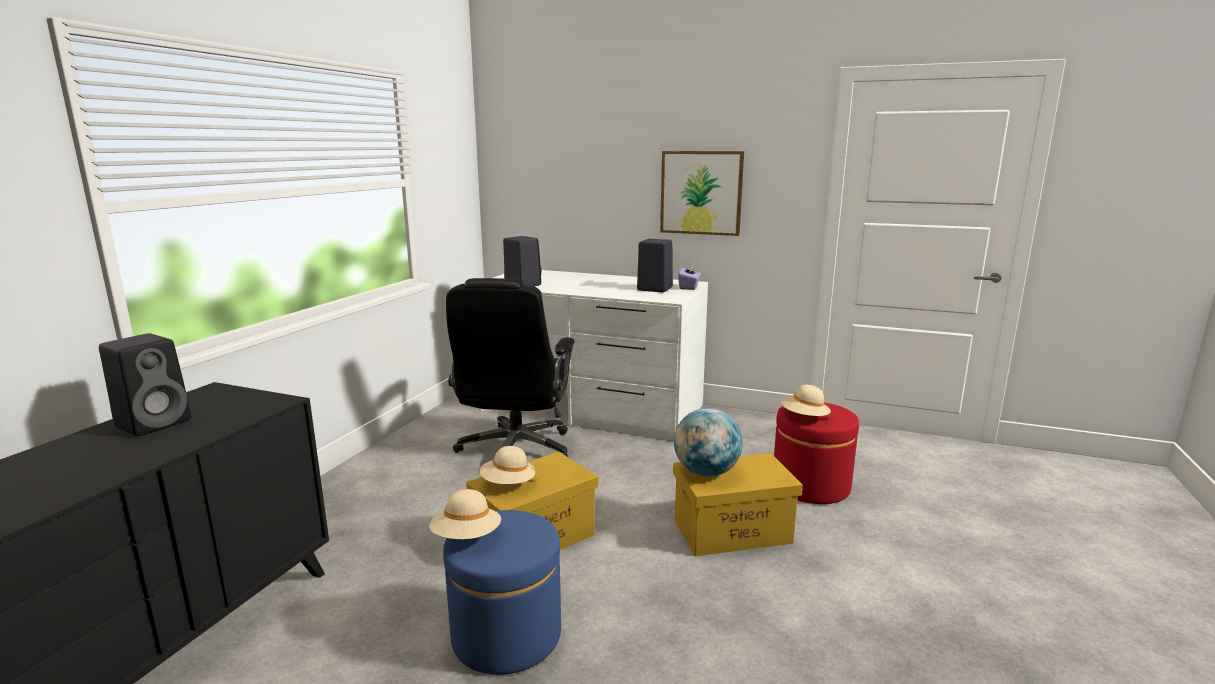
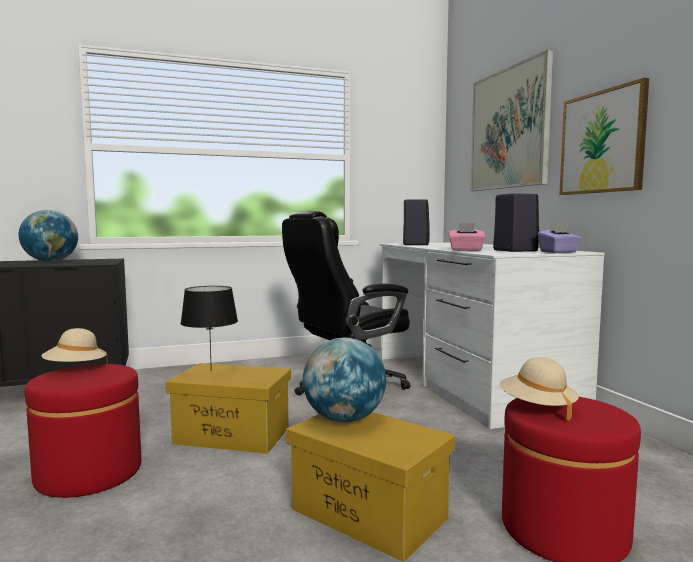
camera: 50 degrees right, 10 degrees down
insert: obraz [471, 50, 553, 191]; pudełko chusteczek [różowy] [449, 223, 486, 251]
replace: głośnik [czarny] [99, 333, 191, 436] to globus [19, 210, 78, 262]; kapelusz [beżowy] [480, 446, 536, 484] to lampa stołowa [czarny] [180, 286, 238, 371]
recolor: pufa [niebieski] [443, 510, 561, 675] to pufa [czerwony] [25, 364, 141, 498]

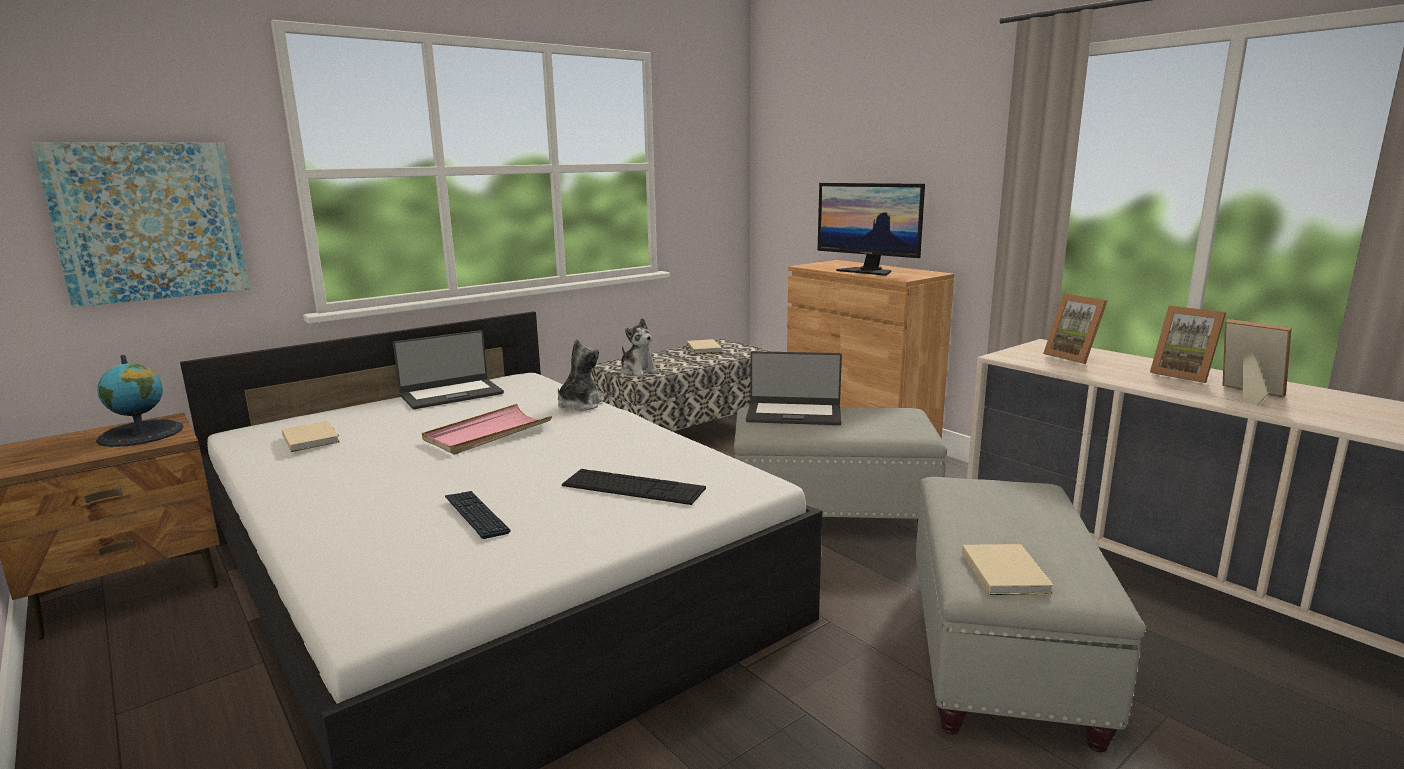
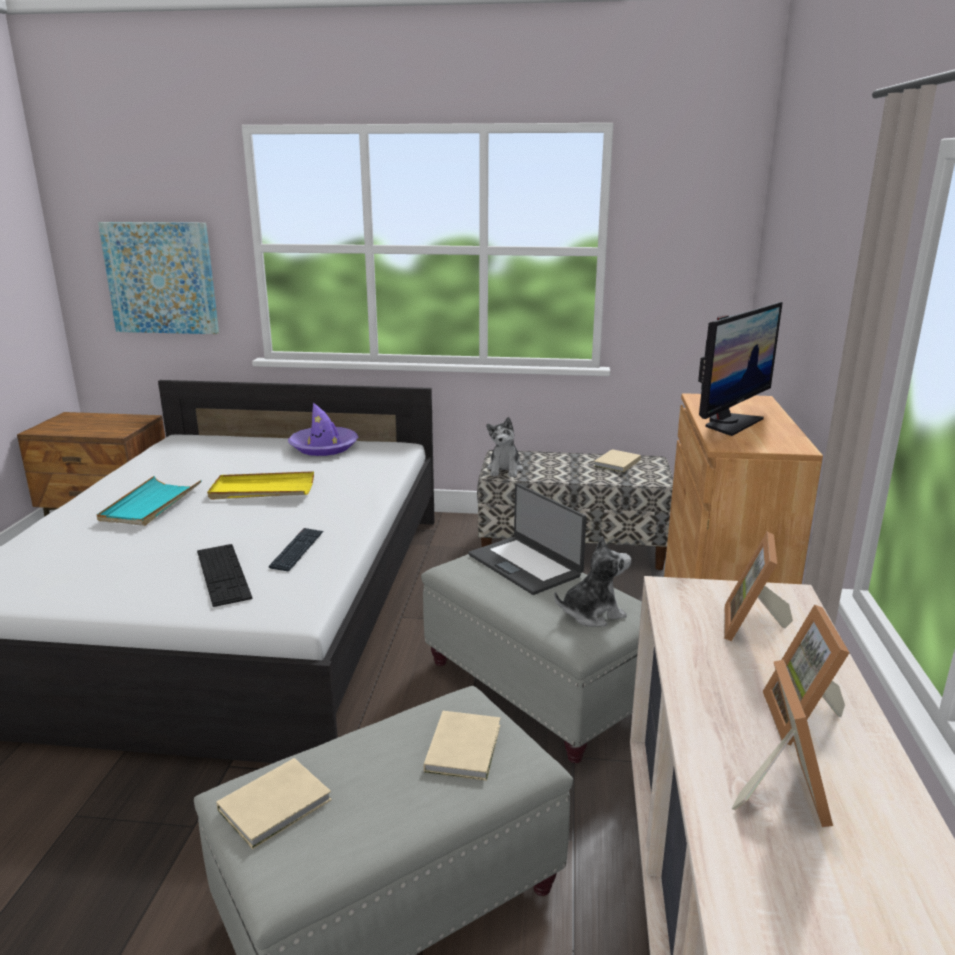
camera: 45 degrees right, 5 degrees up
delete: globus [96, 355, 184, 447]
insert: taca [turkusowy] [96, 476, 202, 526]
move: pluszak [558, 339, 605, 411] to [554, 536, 631, 627]; książka [beżowy] [282, 420, 340, 452] to [424, 711, 500, 781]; klawiatura [445, 491, 511, 539] to [269, 528, 323, 571]
replace: laptop [393, 330, 504, 409] to kapelusz [fioletowy] [288, 402, 358, 456]
recolor: taca [różowy] [422, 404, 552, 455] to taca [żółty] [207, 471, 314, 500]
rotate: monitor [817, 183, 925, 276] = [698, 302, 783, 436] 135 degrees counterclockwise

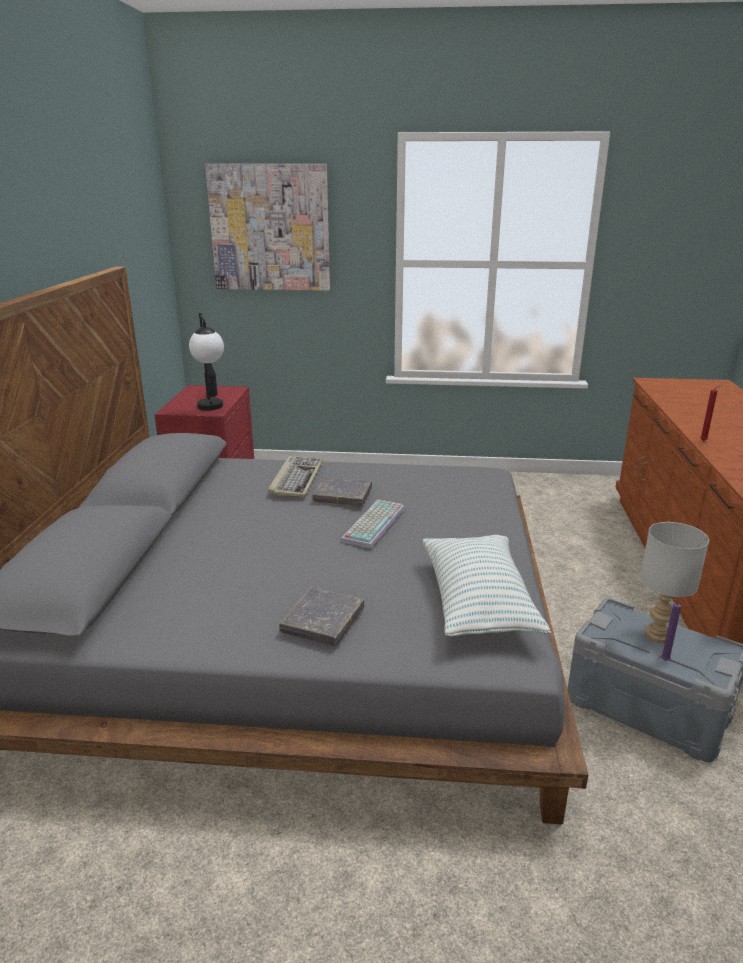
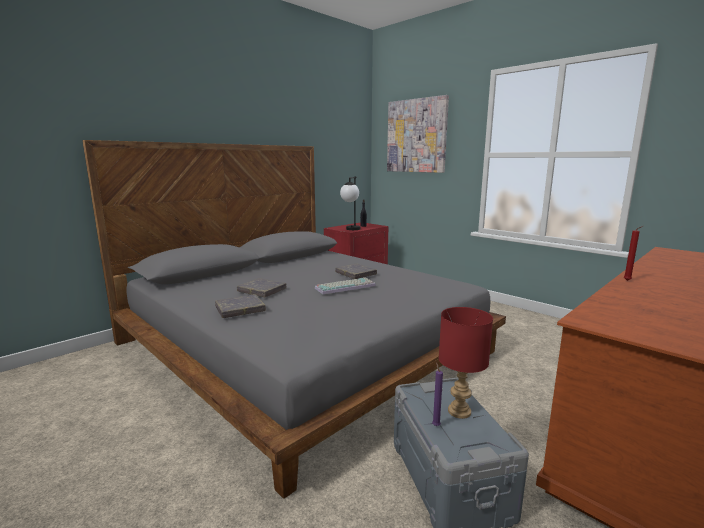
camera: 40 degrees right, 10 degrees down
delete: klawiatura [268, 456, 323, 497]; poduszka [422, 535, 551, 636]
insert: książka [szary] [237, 278, 287, 297]
recolor: lampa stołowa [szary] [640, 522, 709, 643] to lampa stołowa [czerwony] [439, 307, 493, 419]

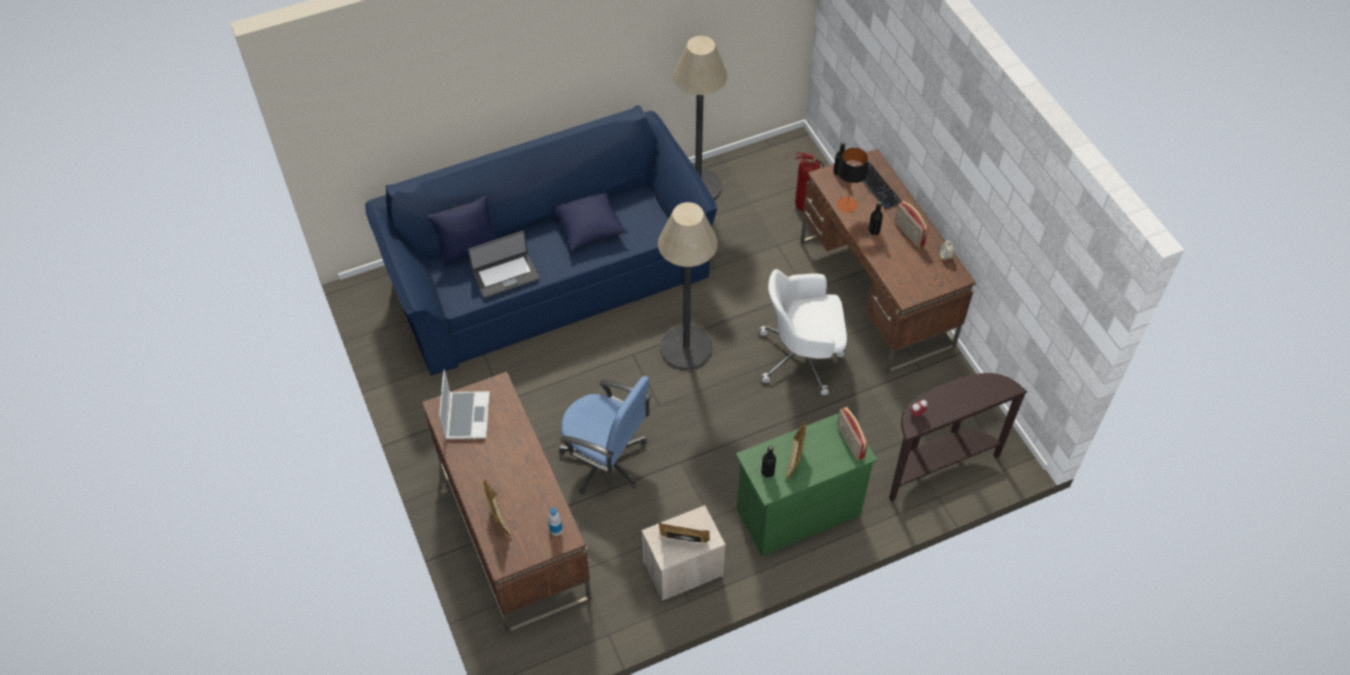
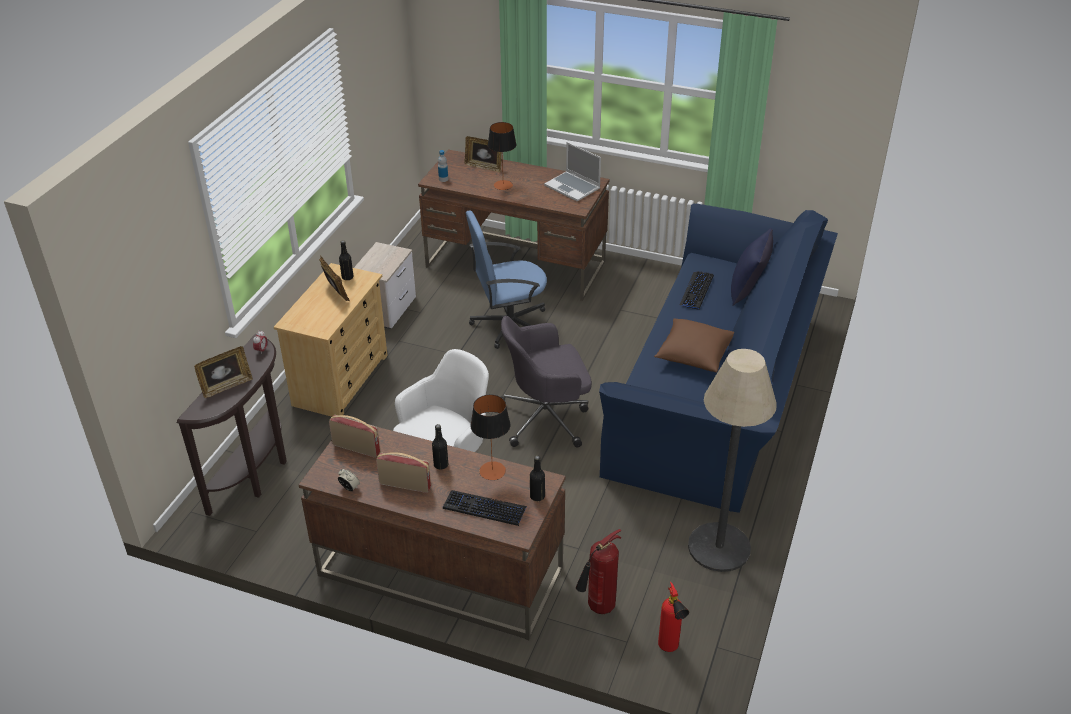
camera: 135 degrees right, 15 degrees down
insert: lampa stołowa [488, 122, 517, 190]; gaśnica [658, 582, 689, 652]
move: radio [837, 407, 868, 460] to [329, 415, 381, 458]; ramka na zdjęcie [659, 523, 710, 543] to [194, 346, 253, 398]
replace: lampa stojąca [658, 202, 718, 370] to krzesło biurowe [szary] [501, 316, 592, 447]; laptop [468, 230, 540, 298] to klawiatura [680, 271, 714, 309]
recolor: poduszka [niebieski] [551, 191, 628, 250] to poduszka [brązowy] [654, 319, 734, 373]; komoda [zielony] [736, 413, 878, 556] to komoda [beżowy] [274, 263, 388, 417]

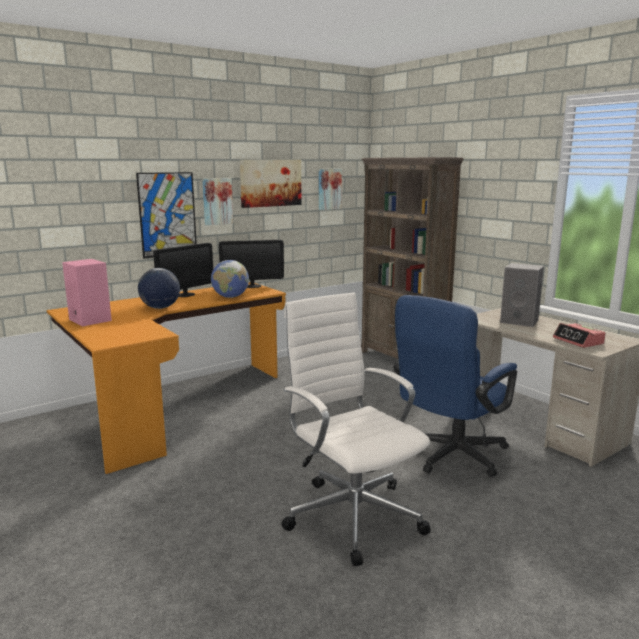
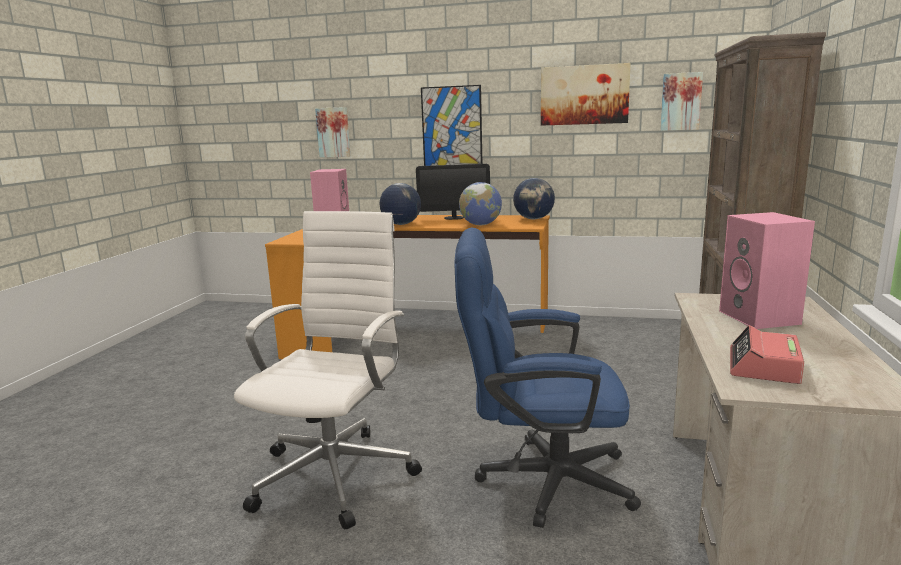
camera: 50 degrees right, 0 degrees up
move: obraz [202, 178, 233, 225] to [315, 107, 350, 157]
replace: monitor [219, 240, 284, 288] to globus [513, 178, 555, 219]
recolor: głośnik [szary] [500, 263, 544, 327] to głośnik [różowy] [719, 212, 815, 329]

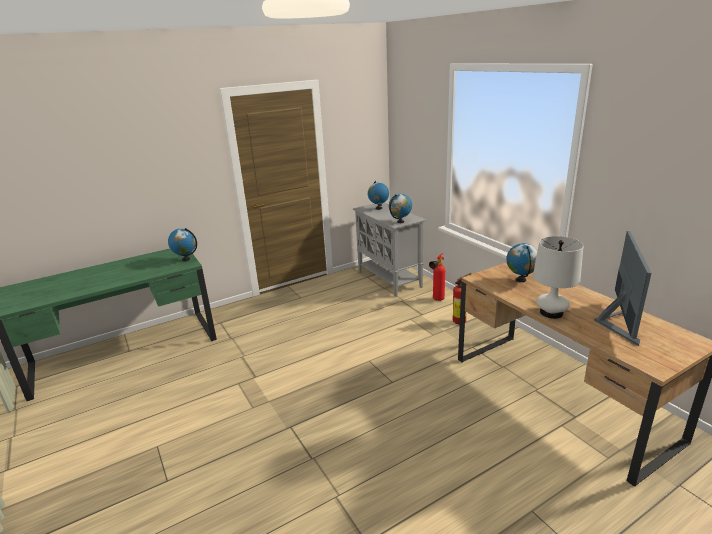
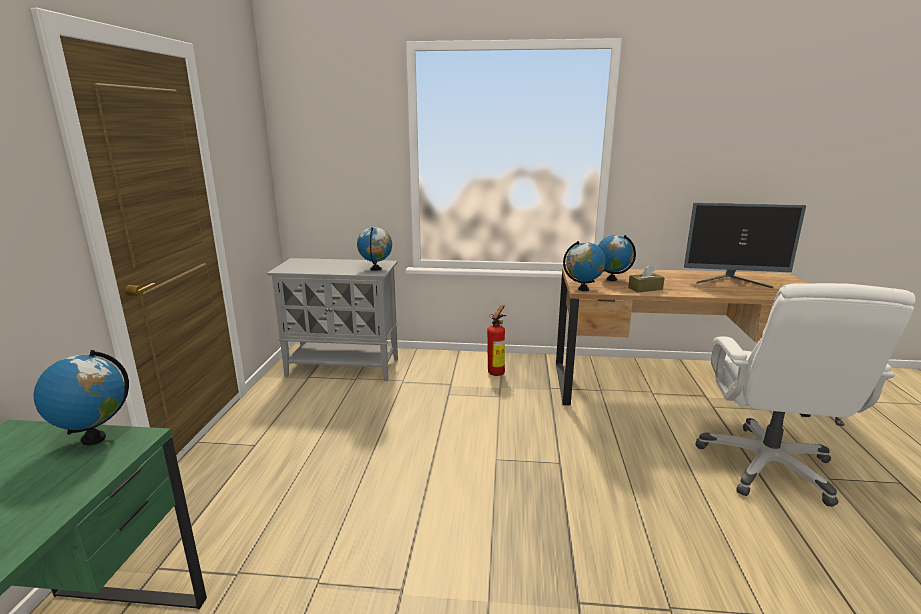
camera: 55 degrees left, 5 degrees down
delete: lampa stołowa [biały] [533, 236, 583, 319]; gaśnica [429, 253, 445, 301]
insert: pudełko chusteczek [brązowy] [628, 264, 665, 293]; krzesło biurowe [biały] [695, 283, 916, 507]
move: globus [368, 181, 389, 210] to [563, 241, 606, 291]
rotate: monitor [594, 231, 651, 346] = [684, 202, 806, 289] 135 degrees clockwise

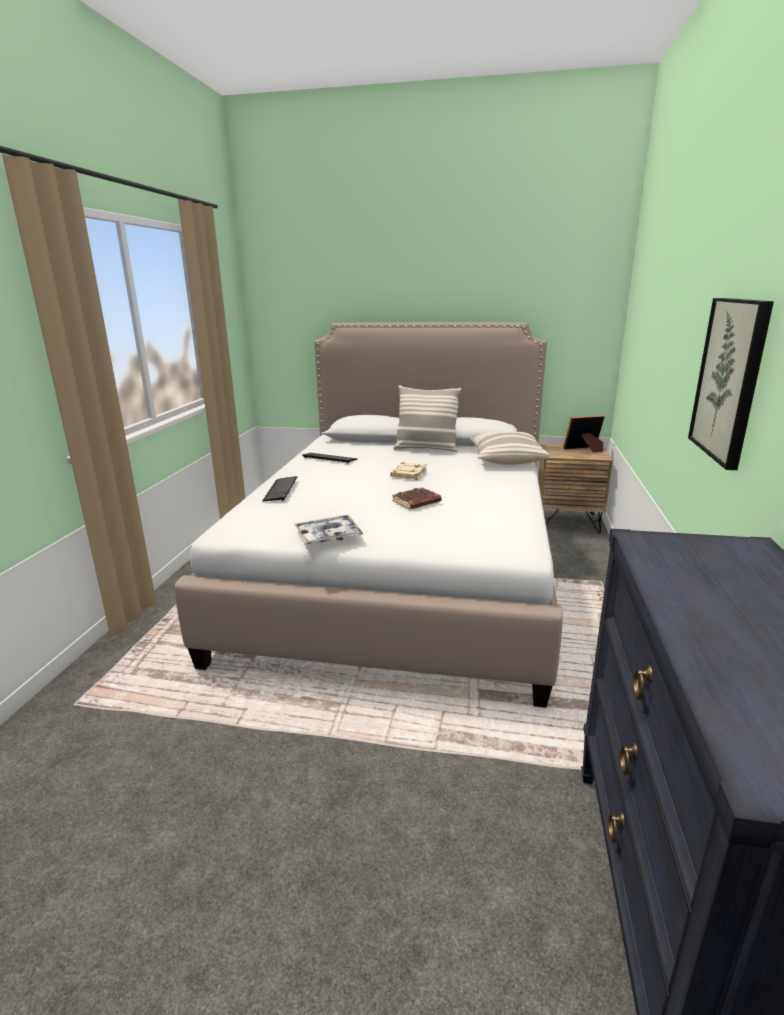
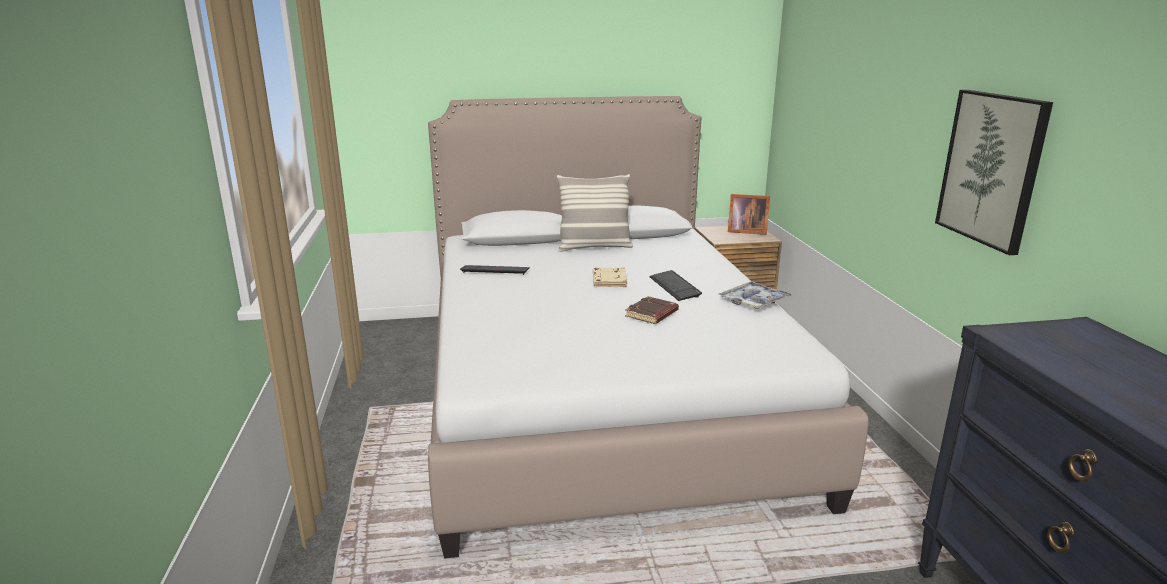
camera: 20 degrees left, 0 degrees up
delete: poduszka [470, 432, 550, 465]
move: klawiatura [262, 476, 297, 502] to [649, 270, 702, 301]; taca [295, 515, 364, 544] to [718, 281, 792, 309]
rotate: ramka na zdjęcie [563, 415, 605, 452] = [728, 194, 770, 235] 135 degrees counterclockwise

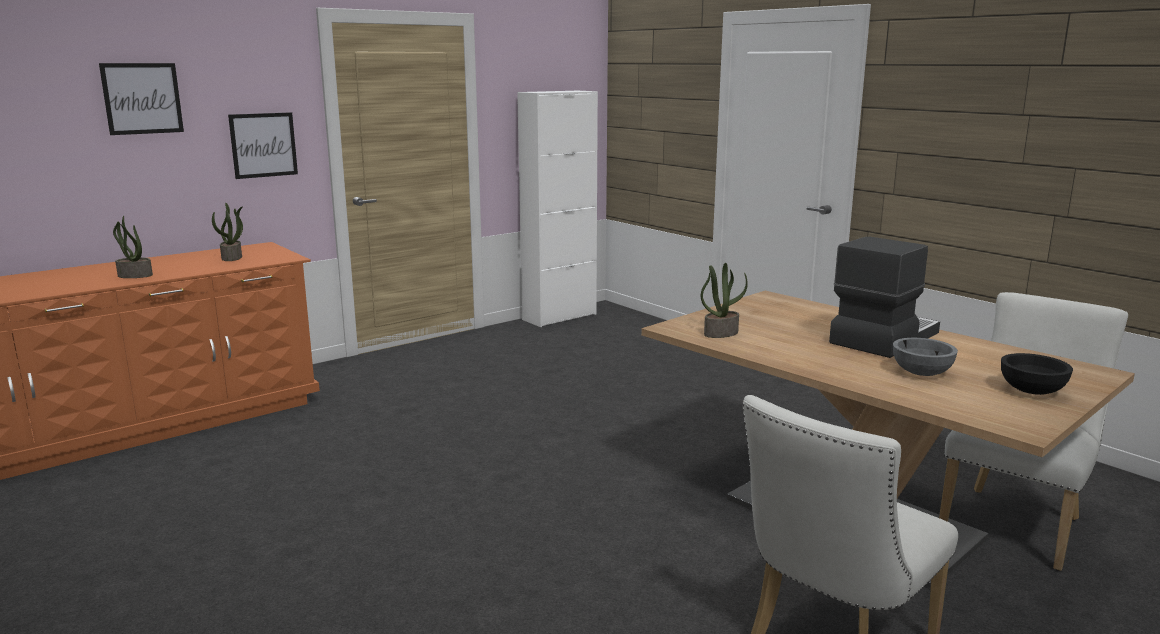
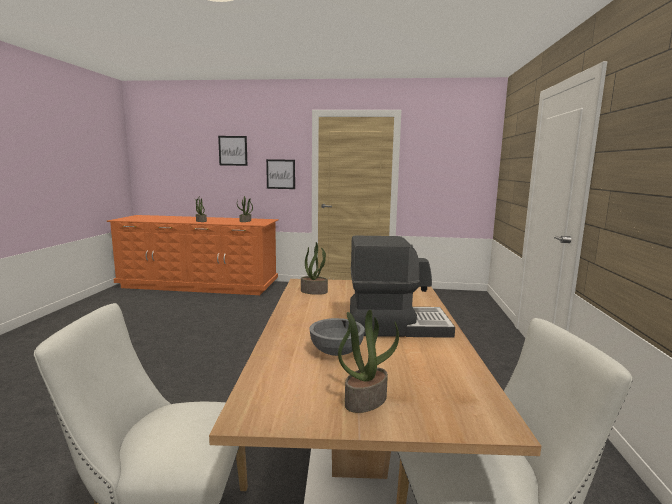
camera: 45 degrees right, 5 degrees down
delete: szafka [biały] [517, 91, 598, 327]
replace: miska [czarny] [1001, 353, 1073, 395] to roślina doniczkowa [338, 310, 399, 413]

